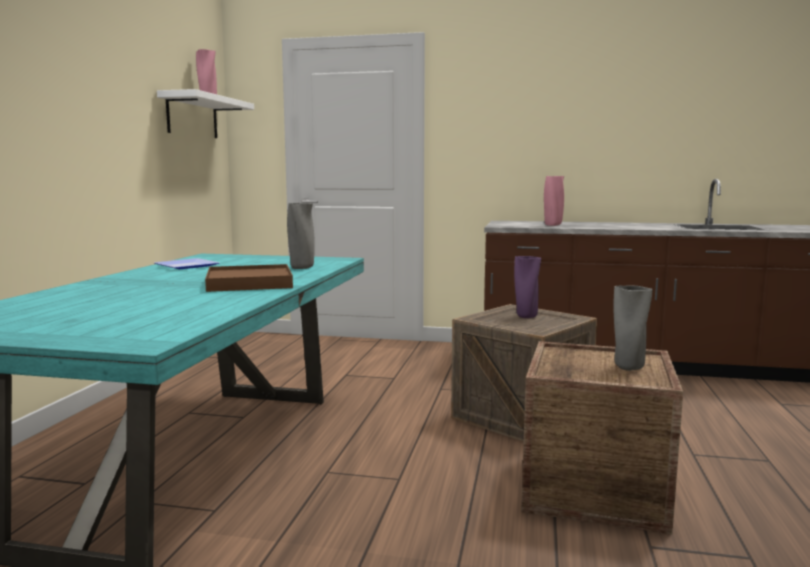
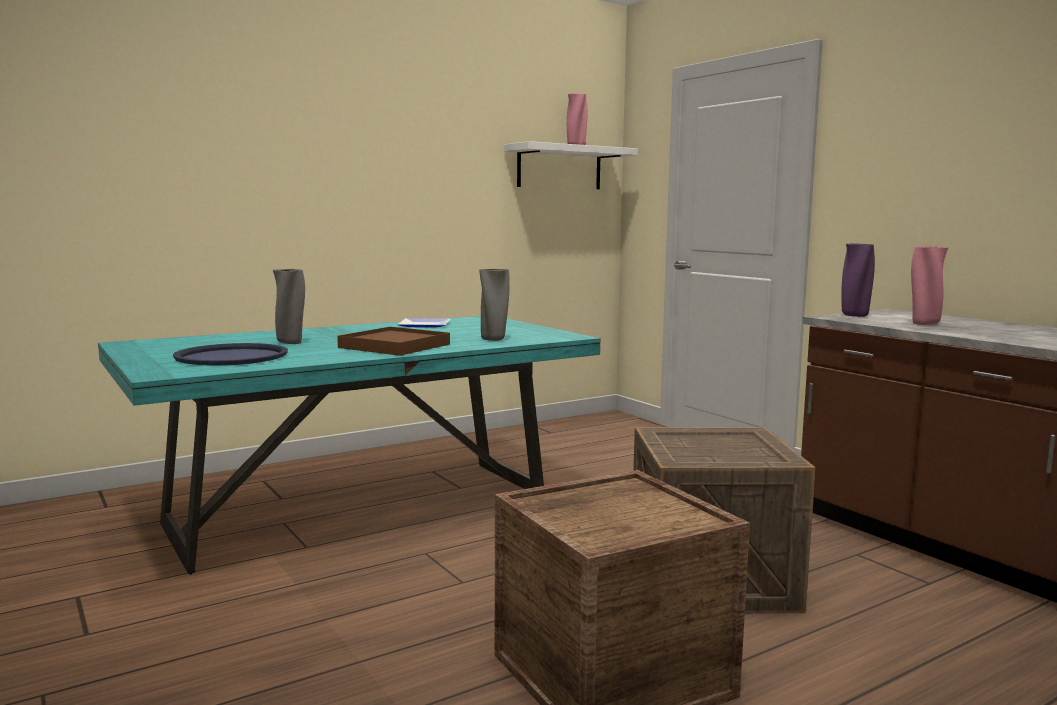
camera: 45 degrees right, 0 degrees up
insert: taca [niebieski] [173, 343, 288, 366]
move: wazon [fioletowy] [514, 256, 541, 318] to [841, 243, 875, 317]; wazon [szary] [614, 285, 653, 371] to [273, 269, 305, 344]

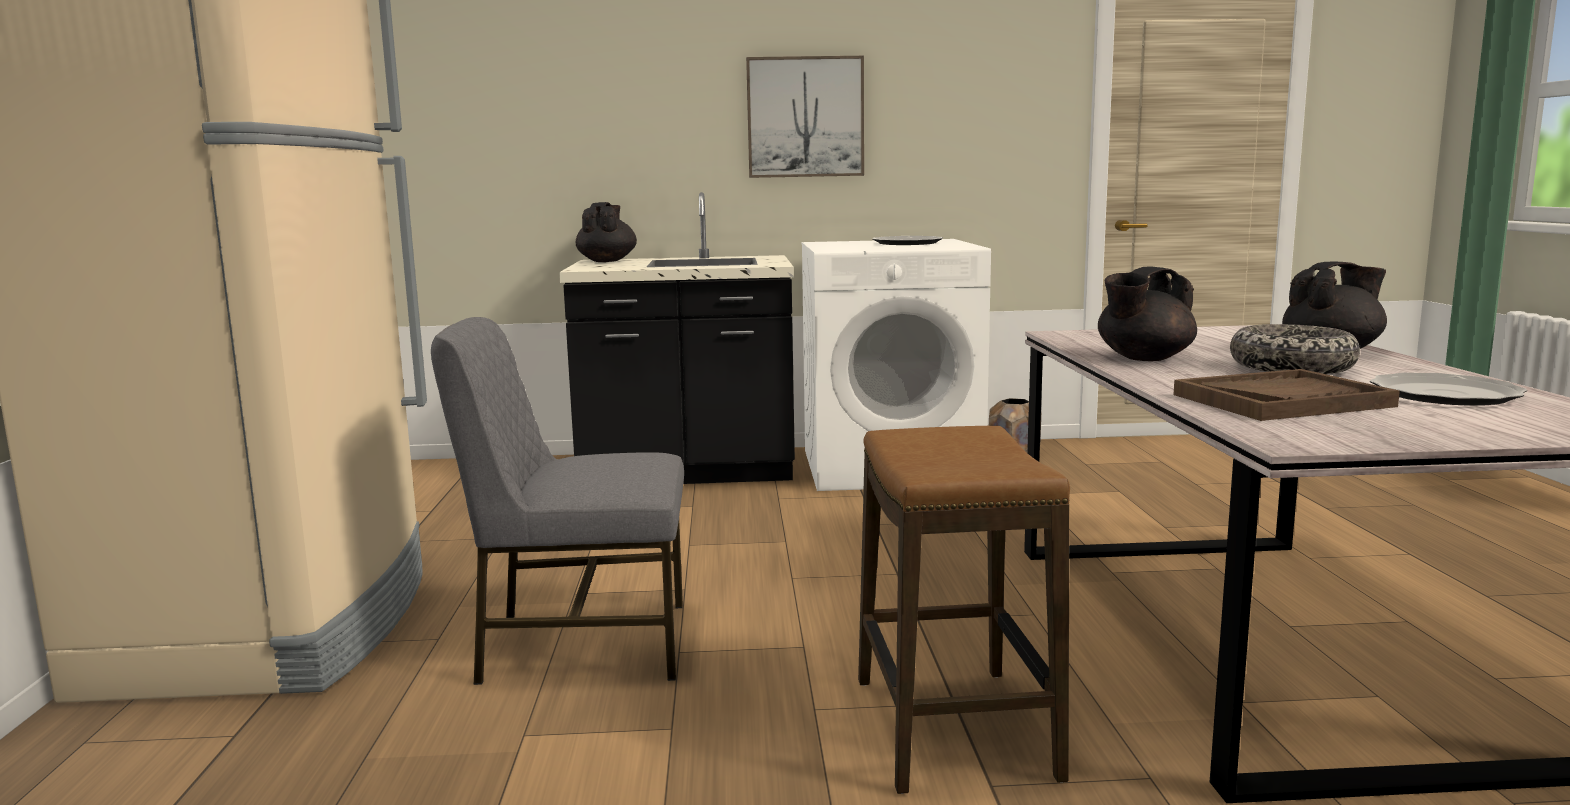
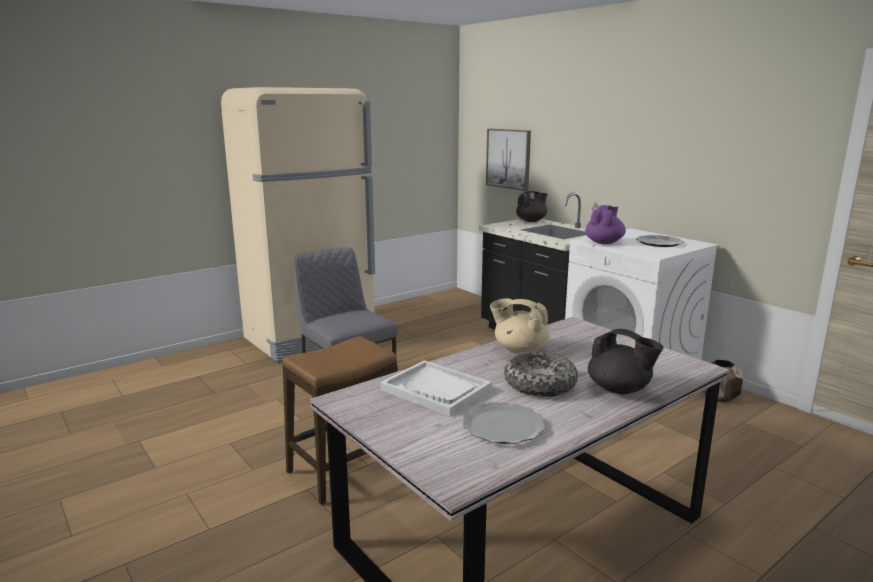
camera: 55 degrees right, 5 degrees up
insert: imbryk [fioletowy] [585, 205, 626, 244]
move: obraz [746, 56, 864, 178] to [486, 129, 531, 191]
recolor: imbryk [czarny] [1098, 266, 1197, 361] to imbryk [beżowy] [490, 298, 550, 354]; taca [brązowy] [1174, 369, 1400, 421] to taca [biały] [380, 361, 492, 416]

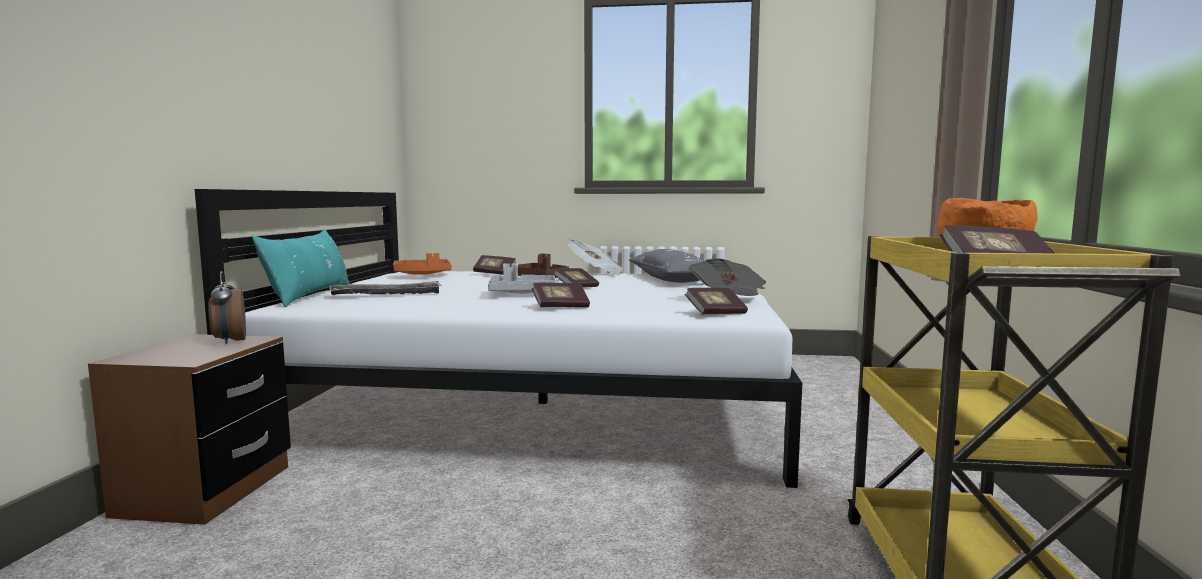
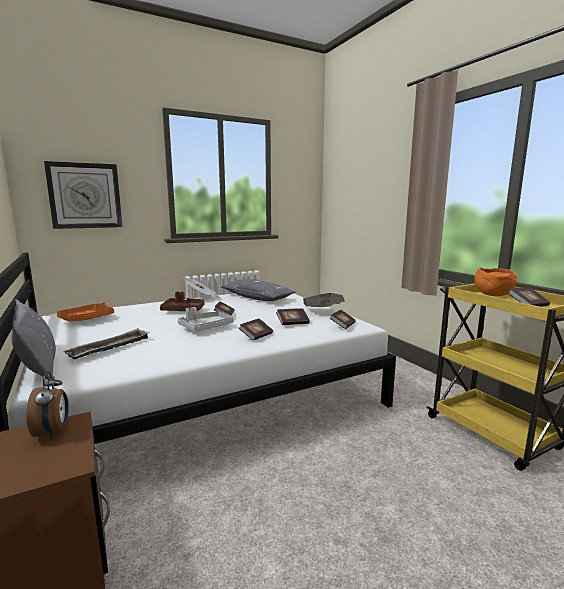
camera: 35 degrees left, 5 degrees up
insert: zegar ścienny [44, 161, 122, 229]
move: książka [473, 255, 516, 275] to [276, 308, 310, 325]
recolor: poduszka [turkusowy] [252, 229, 350, 307] to poduszka [szary] [11, 299, 56, 381]
rotate: budzik [208, 271, 246, 344] = [26, 371, 69, 438] 135 degrees counterclockwise

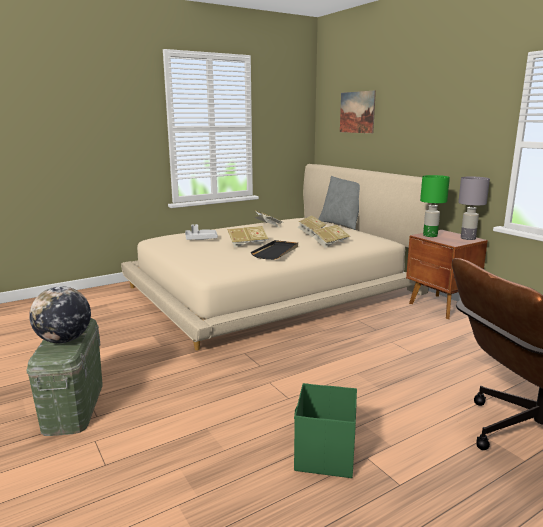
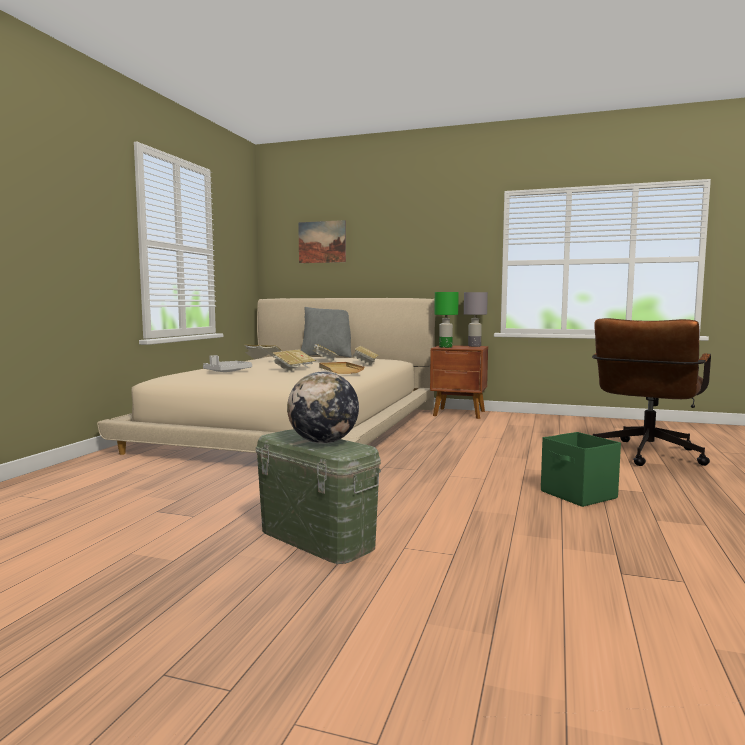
camera: 40 degrees left, 10 degrees down
recolor: taca [czarny] [251, 240, 298, 260] to taca [beżowy] [319, 362, 365, 374]

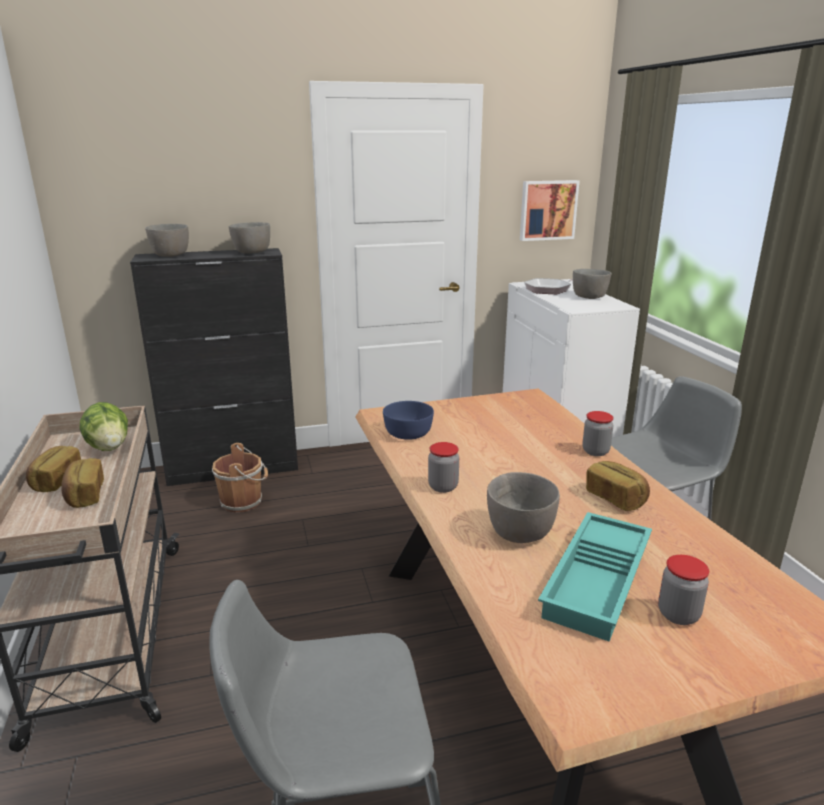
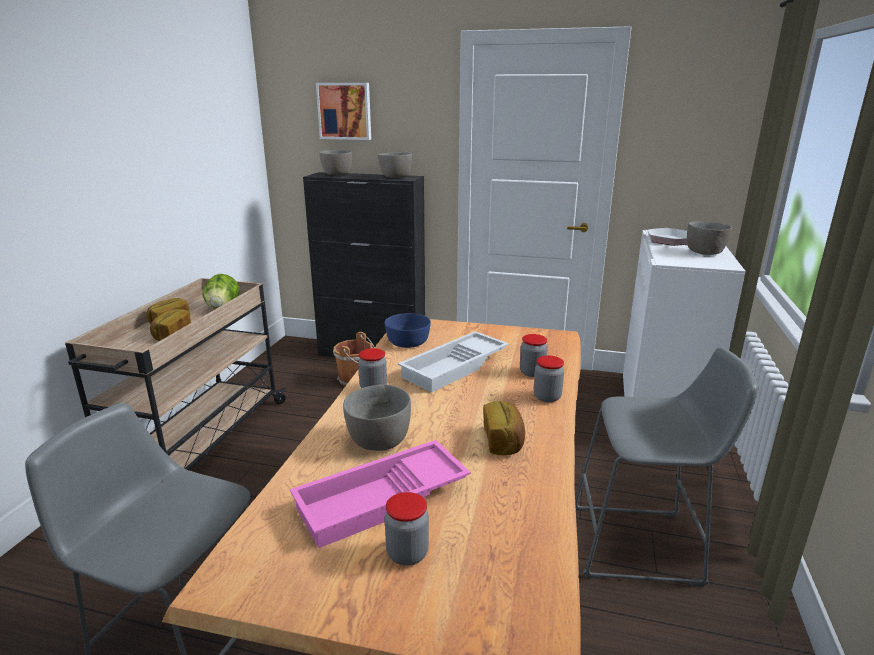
camera: 30 degrees right, 0 degrees up
insert: taca [biały] [398, 331, 509, 392]; słoik [520, 334, 548, 377]
move: obraz [520, 180, 579, 241] to [316, 83, 371, 140]
recolor: taca [turkusowy] [538, 512, 652, 642] to taca [różowy] [290, 440, 471, 548]

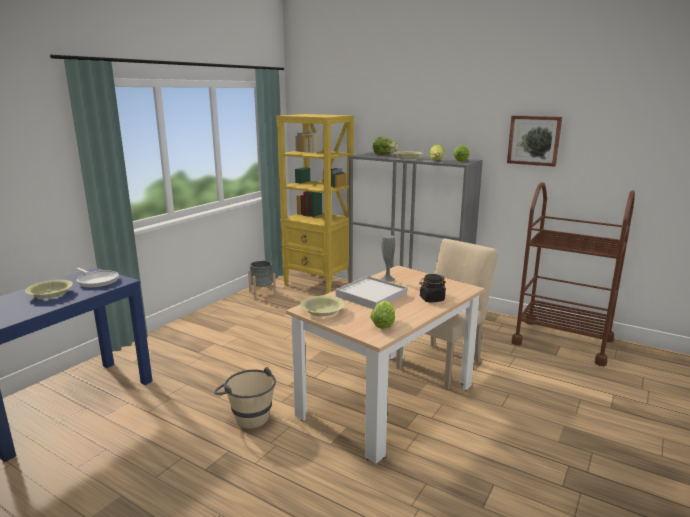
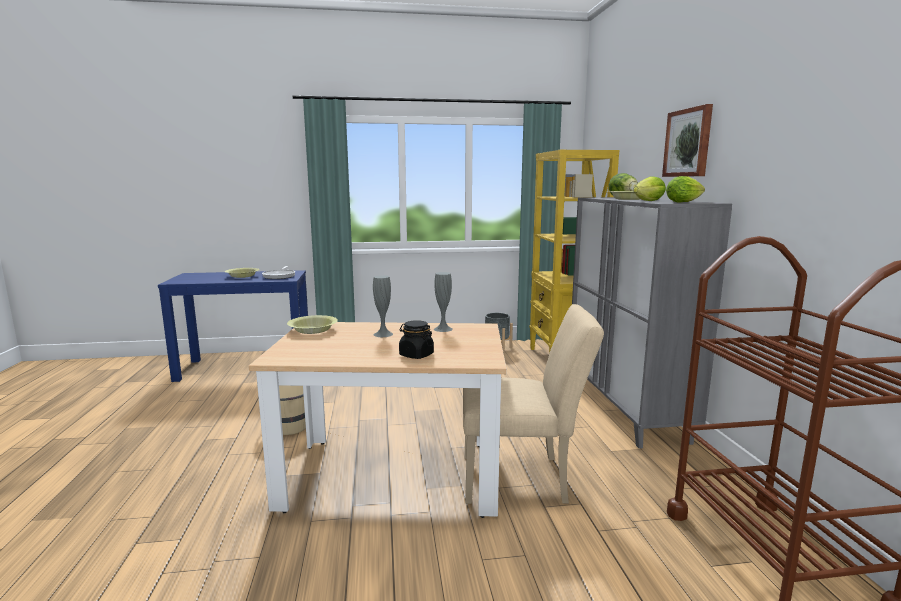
camera: 50 degrees right, 5 degrees down
delete: sałata [370, 301, 395, 329]
move: obraz [507, 116, 562, 167] to [662, 104, 713, 177]
replace: taca [biały] [336, 276, 407, 309] to wazon [szary] [373, 275, 393, 337]

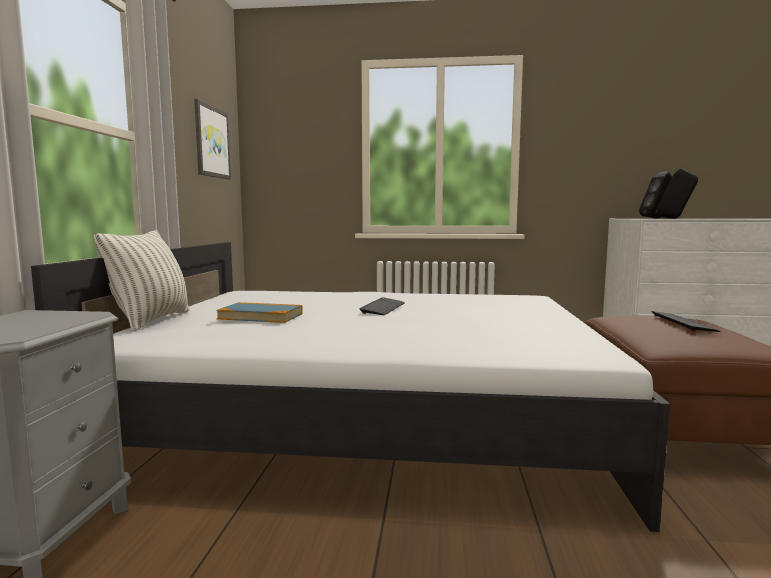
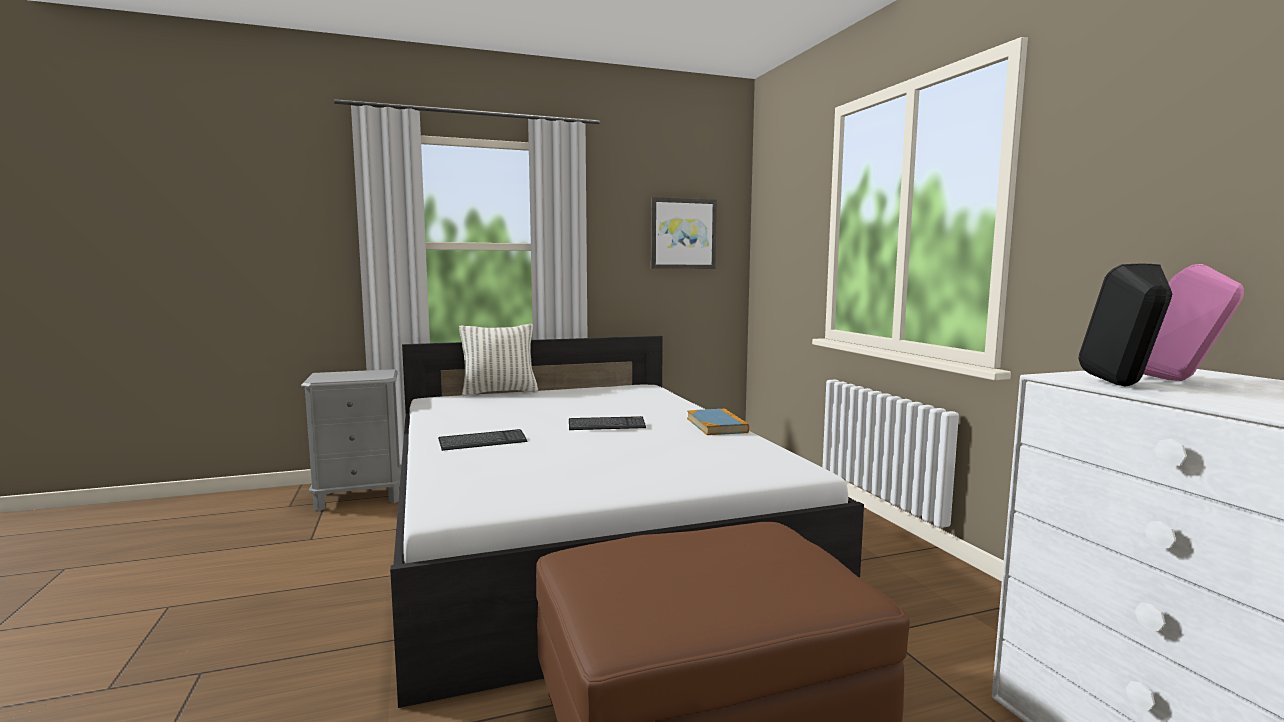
camera: 65 degrees right, 0 degrees up
move: książka [216, 302, 303, 323] to [687, 409, 749, 435]; klawiatura [651, 311, 721, 332] to [438, 429, 527, 451]
recolor: głośnik [czarny] [639, 172, 673, 219] to głośnik [różowy] [1143, 264, 1244, 381]

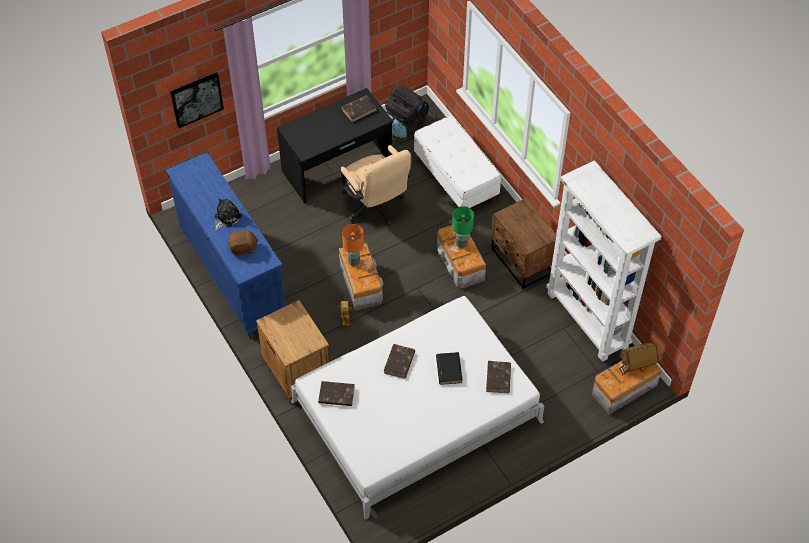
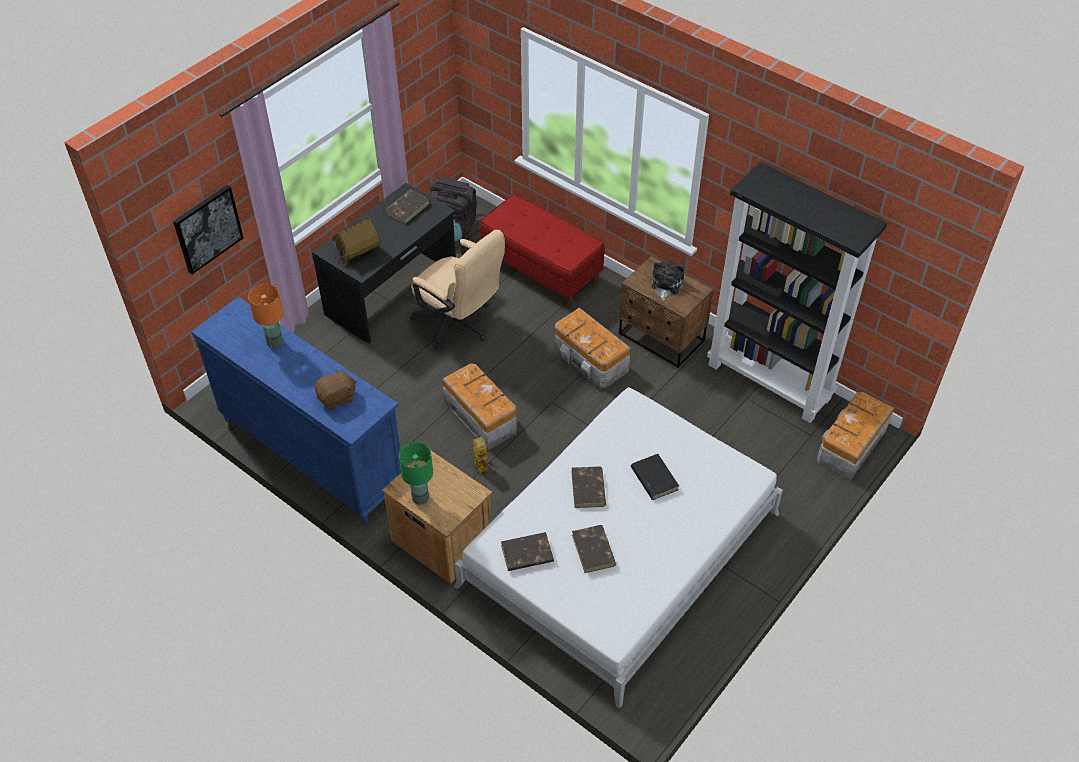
camera: 20 degrees left, 5 degrees down
move: pluszak [214, 198, 242, 230] to [651, 261, 684, 301]; lampa stołowa [zielony] [452, 206, 474, 248] to [399, 442, 433, 505]; lampa stołowa [pomarańczowy] [342, 224, 364, 266] to [248, 284, 284, 348]; domek [619, 342, 659, 376] to [332, 217, 381, 269]; książka [brązowy] [486, 361, 511, 393] to [572, 525, 616, 573]
recolor: ławka [biały] [414, 116, 501, 208] to ławka [czerwony] [479, 194, 605, 309]; regał [biały] [546, 160, 662, 362] to regał [czarny] [707, 162, 887, 423]

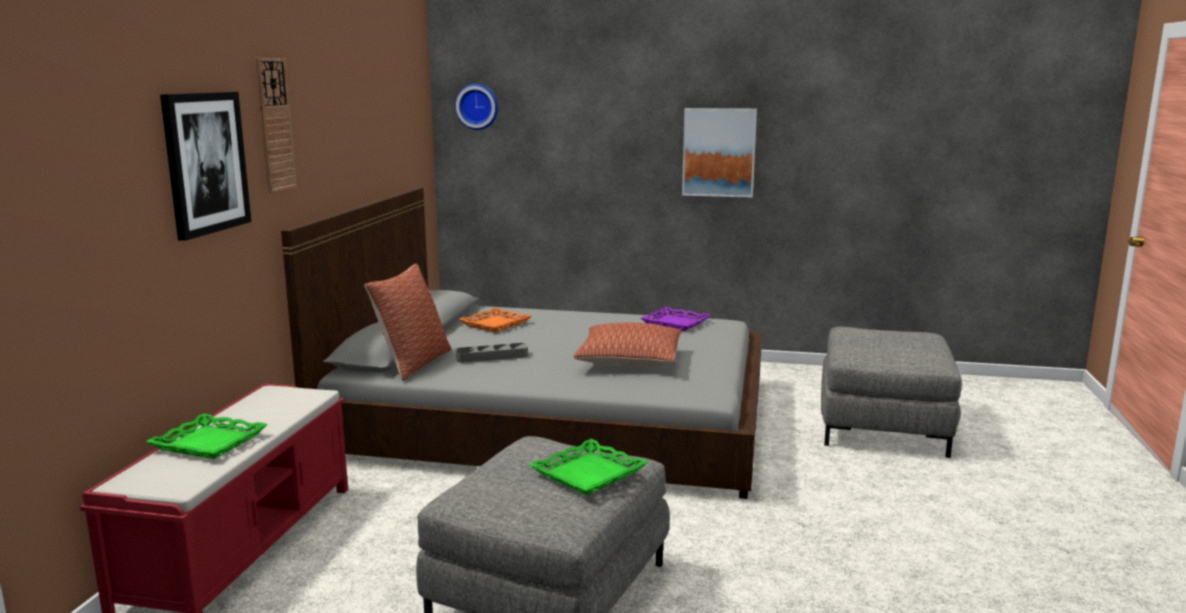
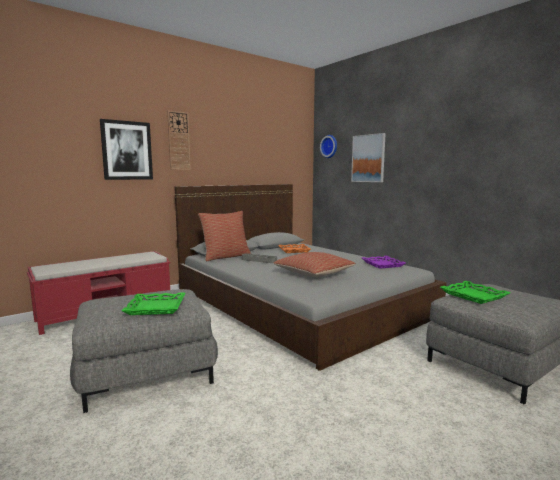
camera: 40 degrees right, 5 degrees down
move: obraz [682, 108, 757, 198] to [351, 133, 386, 182]; taca [zielony] [146, 413, 268, 459] to [440, 281, 510, 304]

